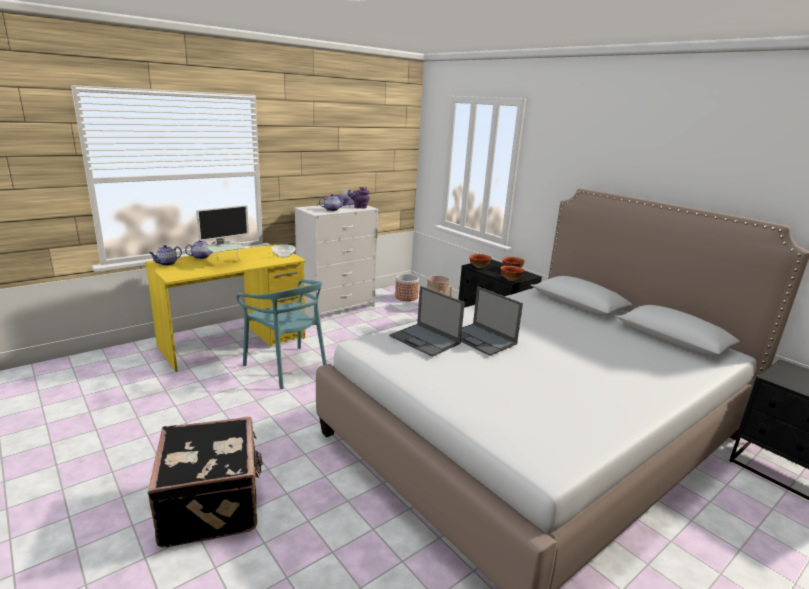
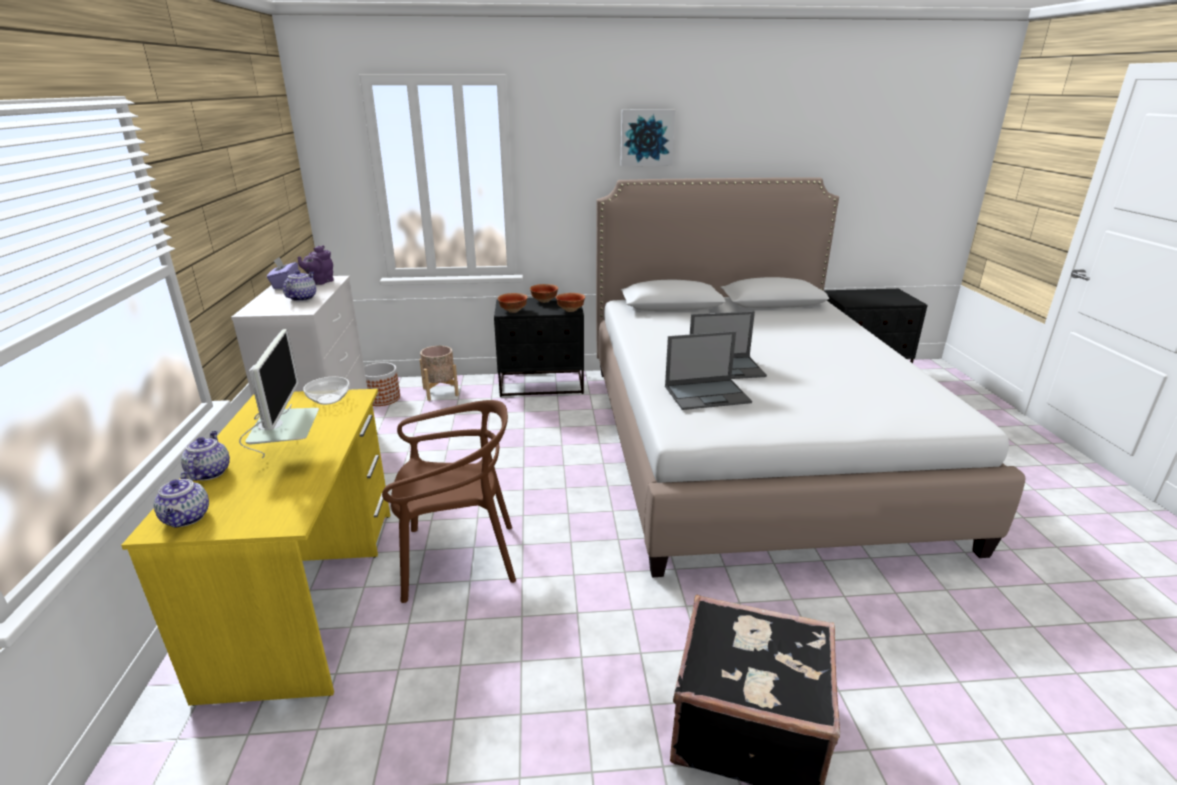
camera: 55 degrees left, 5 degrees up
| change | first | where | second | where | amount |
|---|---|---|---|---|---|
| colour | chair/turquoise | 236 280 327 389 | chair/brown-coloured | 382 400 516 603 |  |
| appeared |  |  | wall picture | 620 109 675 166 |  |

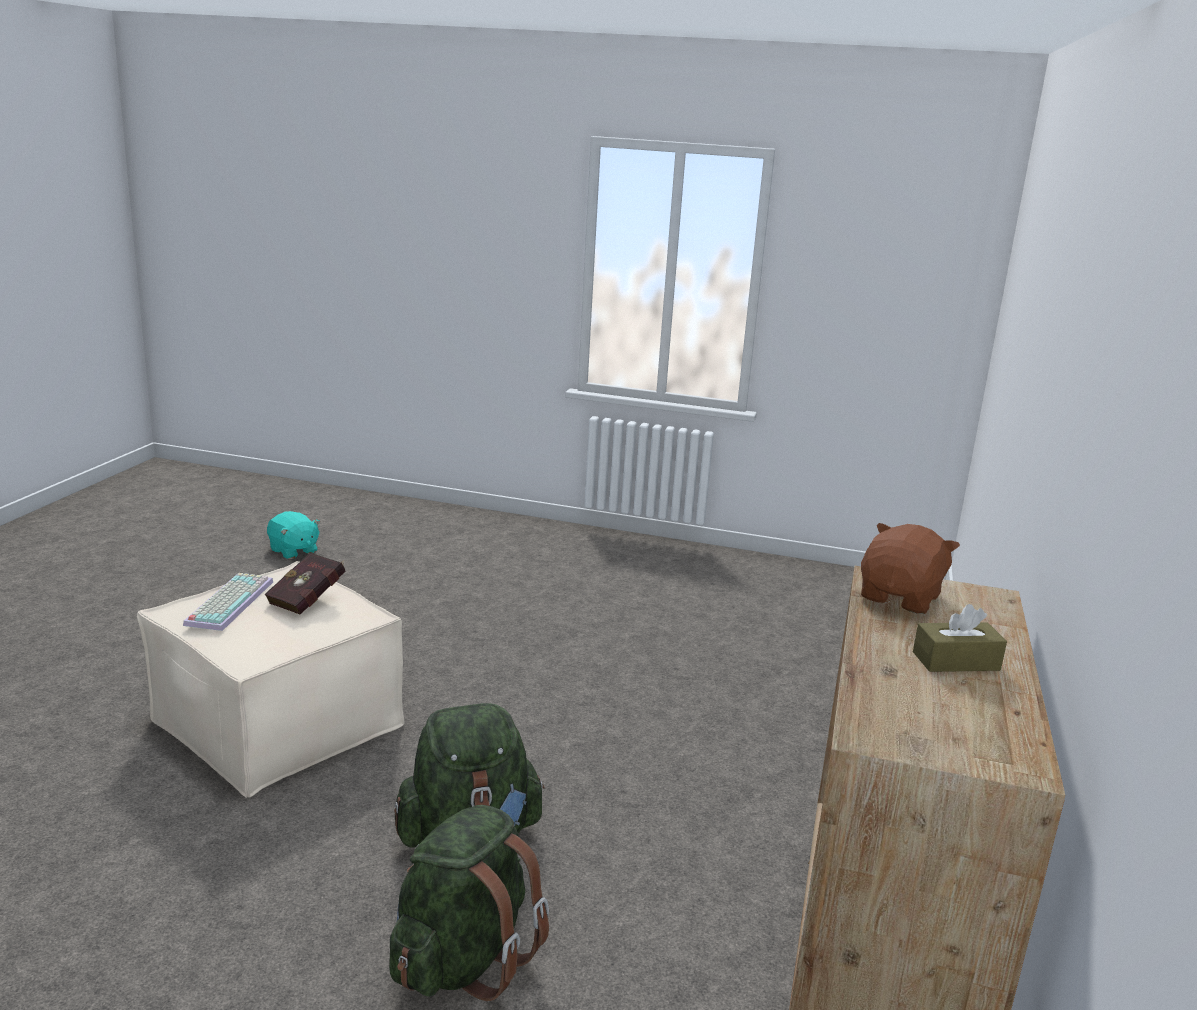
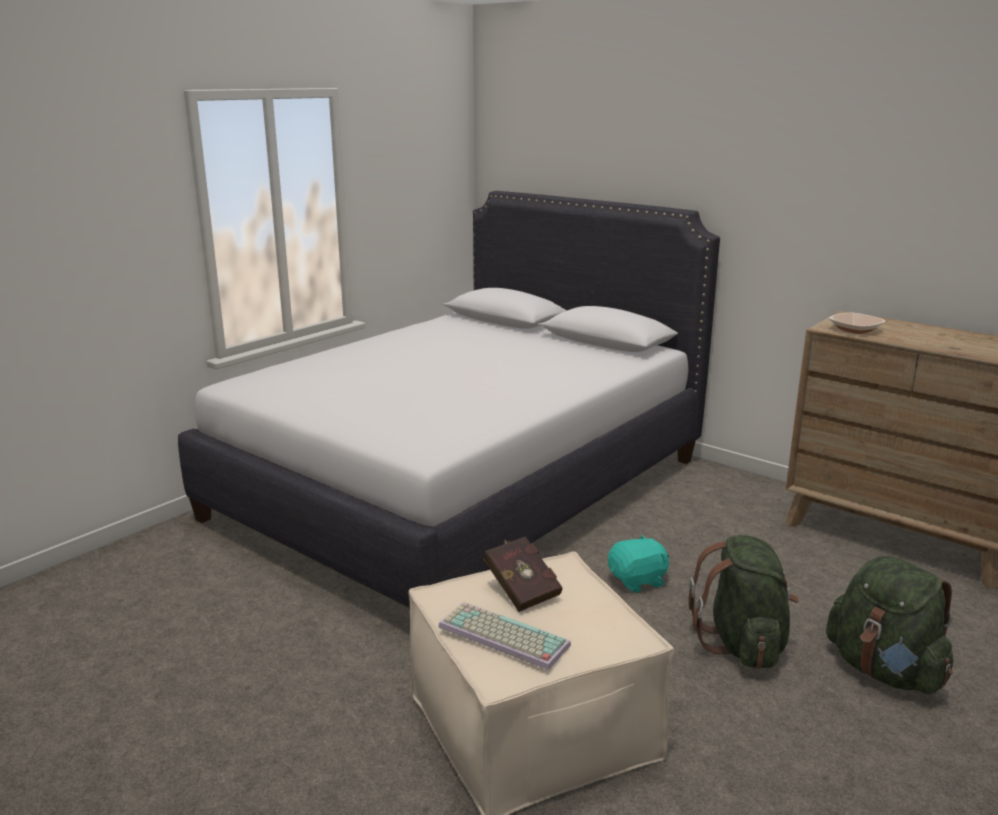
camera: 65 degrees left, 0 degrees up
| change | first | where | second | where | amount |
|---|---|---|---|---|---|
| relocated | cuddly toy/turquoise | 267 511 321 559 |  | 608 535 669 593 |  |
| exchanged | cuddly toy/brown-coloured | 861 523 960 614 | serving bowl | 829 312 885 334 |  |
| missing | box of tissues/brown-coloured | 913 604 1007 672 |  |  |  |
| appeared |  |  | bed/white-coloured | 178 191 720 611 |  |

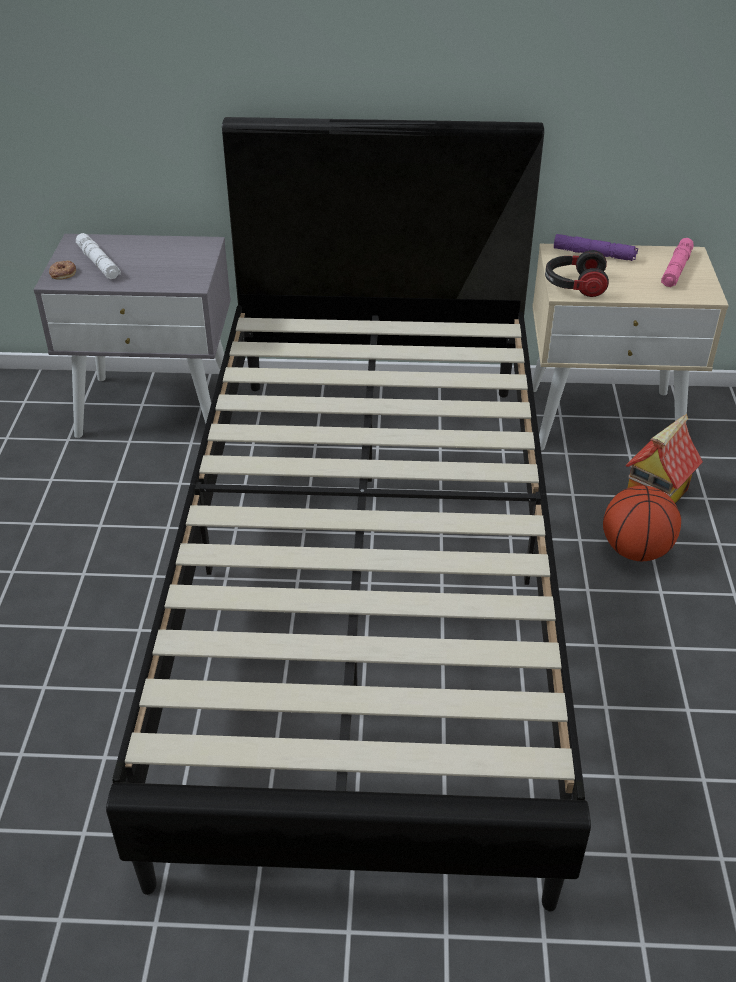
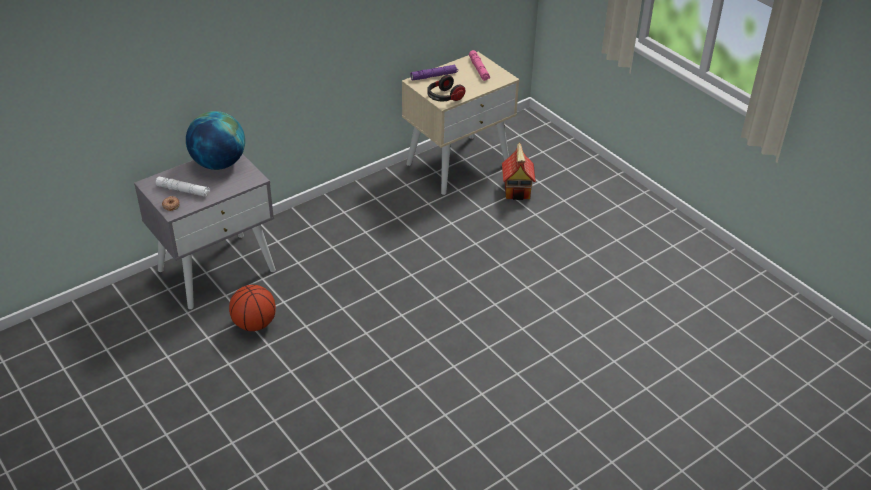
camera: 40 degrees left, 0 degrees up
| change | first | where | second | where | amount |
|---|---|---|---|---|---|
| missing | bed/black-coloured | 106 117 591 912 |  |  |  |
| relocated | basketball ball | 603 485 681 561 |  | 229 285 276 331 |  |
| appeared |  |  | world globe | 186 111 245 170 |  |

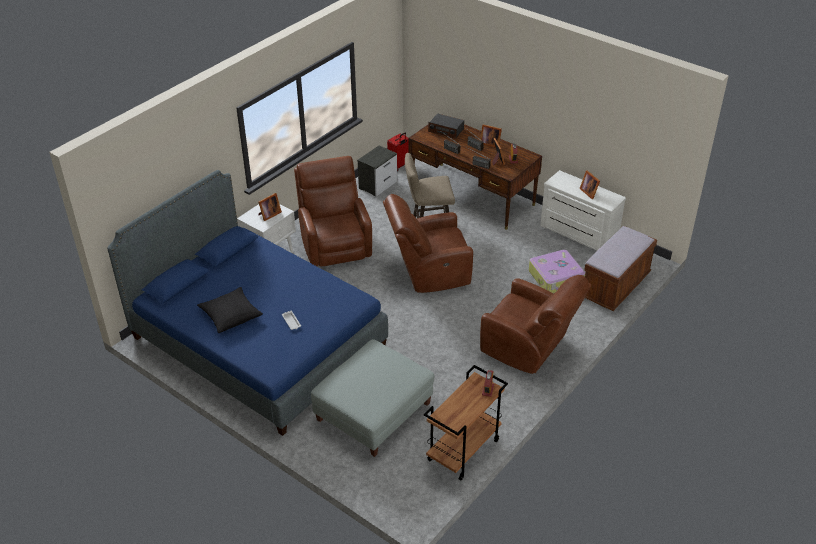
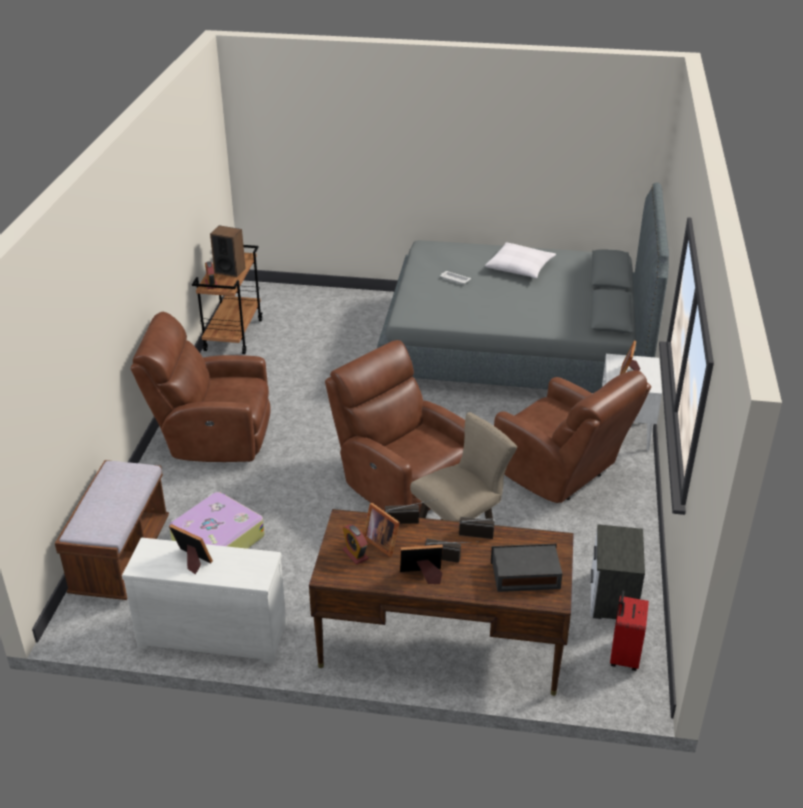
camera: 150 degrees right, 5 degrees down
| change | first | where | second | where | amount |
|---|---|---|---|---|---|
| colour | bed/blue-coloured | 107 170 388 436 | bed/gray | 377 182 669 393 |  |
| colour | pillow/black-coloured | 197 287 263 333 | pillow/white-coloured | 485 242 556 278 |  |
| missing | footrest/gray | 311 339 435 457 |  |  |  |
| spun | armchair/brown-coloured | 383 194 473 293 |  | 325 340 465 513 | 90 degrees counterclockwise |
| appeared |  |  | audio speaker | 210 225 246 277 |  |

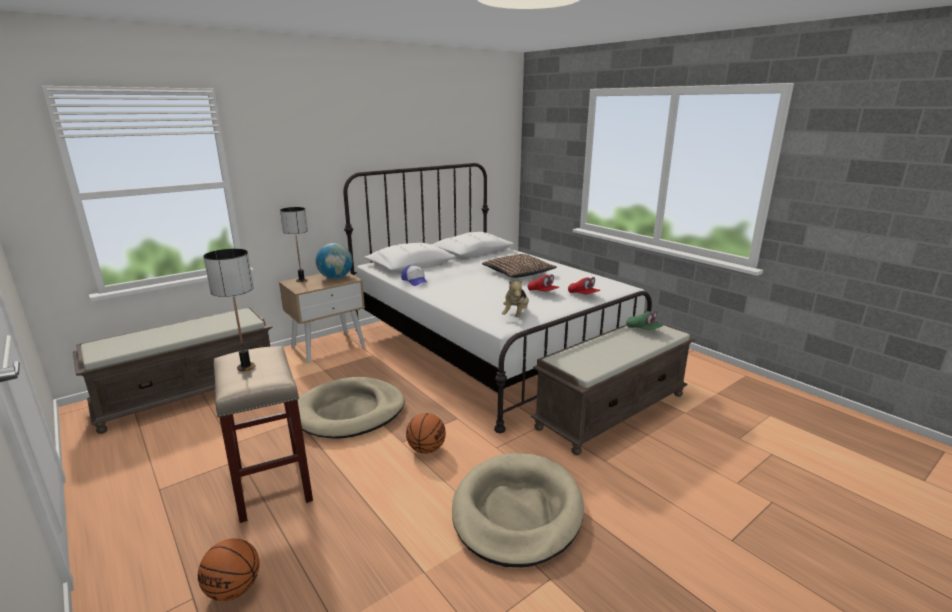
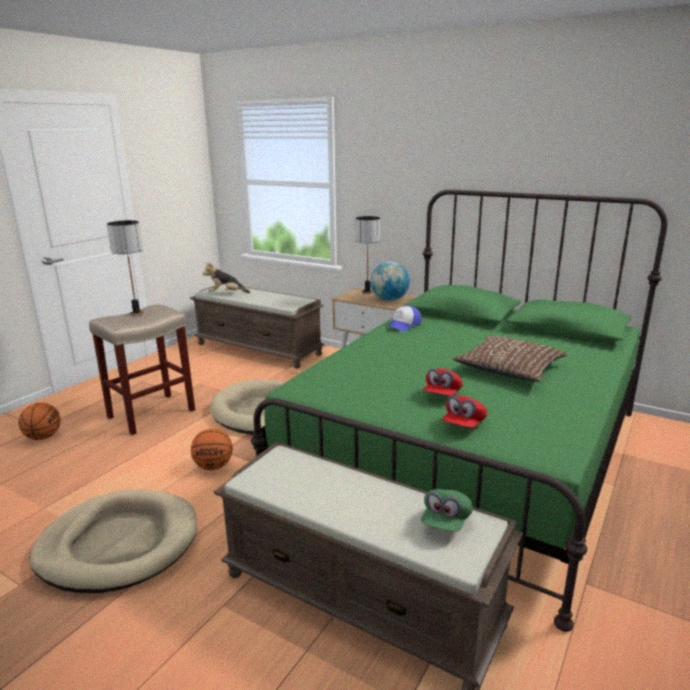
camera: 70 degrees right, 0 degrees up
| change | first | where | second | where | amount |
|---|---|---|---|---|---|
| colour | bed/white-coloured | 343 163 652 433 | bed/greenish | 251 190 668 632 |  |
| relocated | cuddly toy | 502 279 529 317 |  | 203 262 250 293 |  |

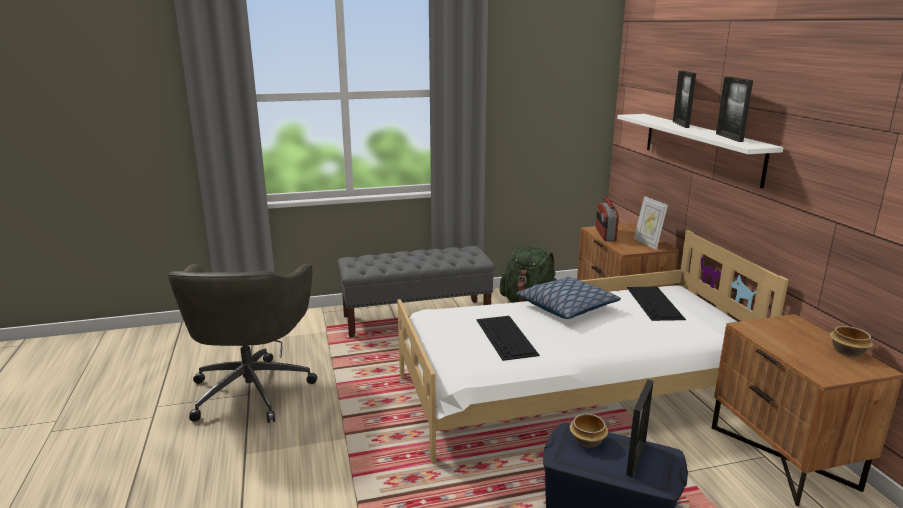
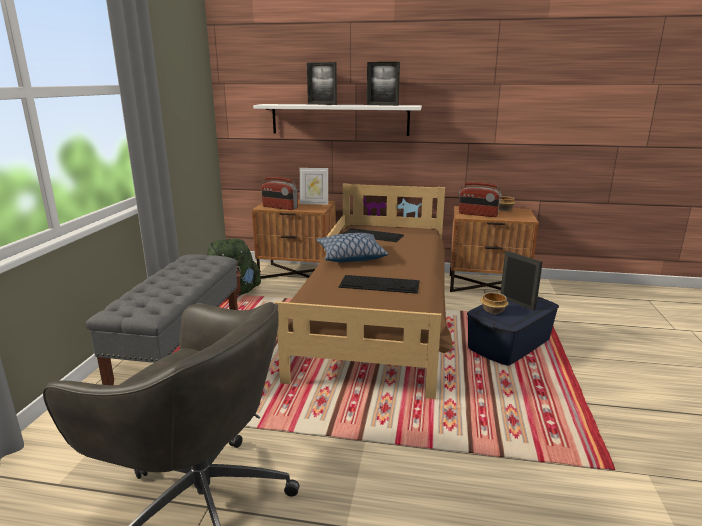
camera: 65 degrees left, 0 degrees up
| change | first | where | second | where | amount |
|---|---|---|---|---|---|
| colour | bed/white-coloured | 397 230 789 464 | bed/brown-coloured | 276 184 453 399 |  |
| appeared |  |  | radio set | 459 182 502 217 |  |

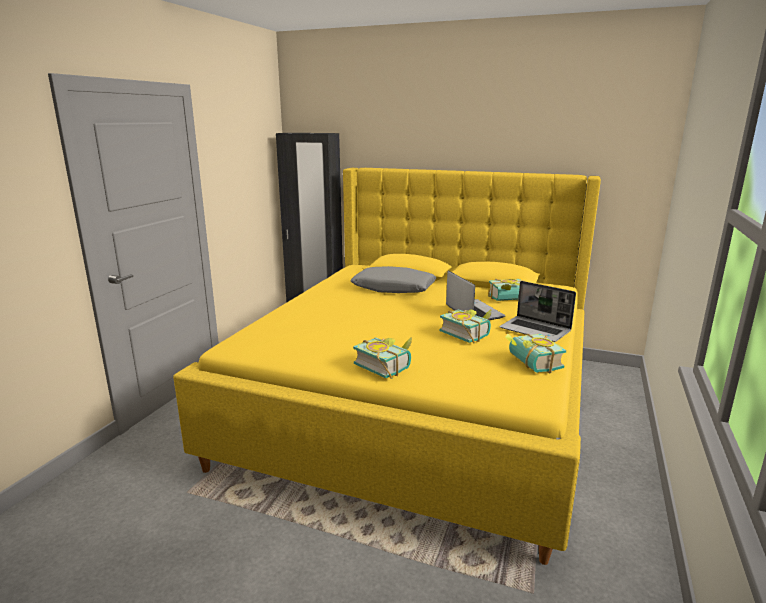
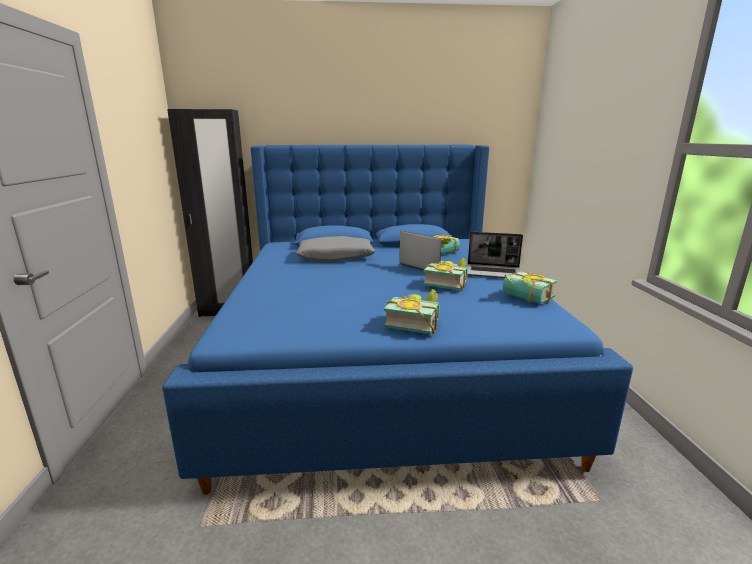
camera: 25 degrees left, 0 degrees up
| change | first | where | second | where | amount |
|---|---|---|---|---|---|
| colour | bed/yellow | 173 168 601 565 | bed/blue-coloured | 162 145 633 495 |  |

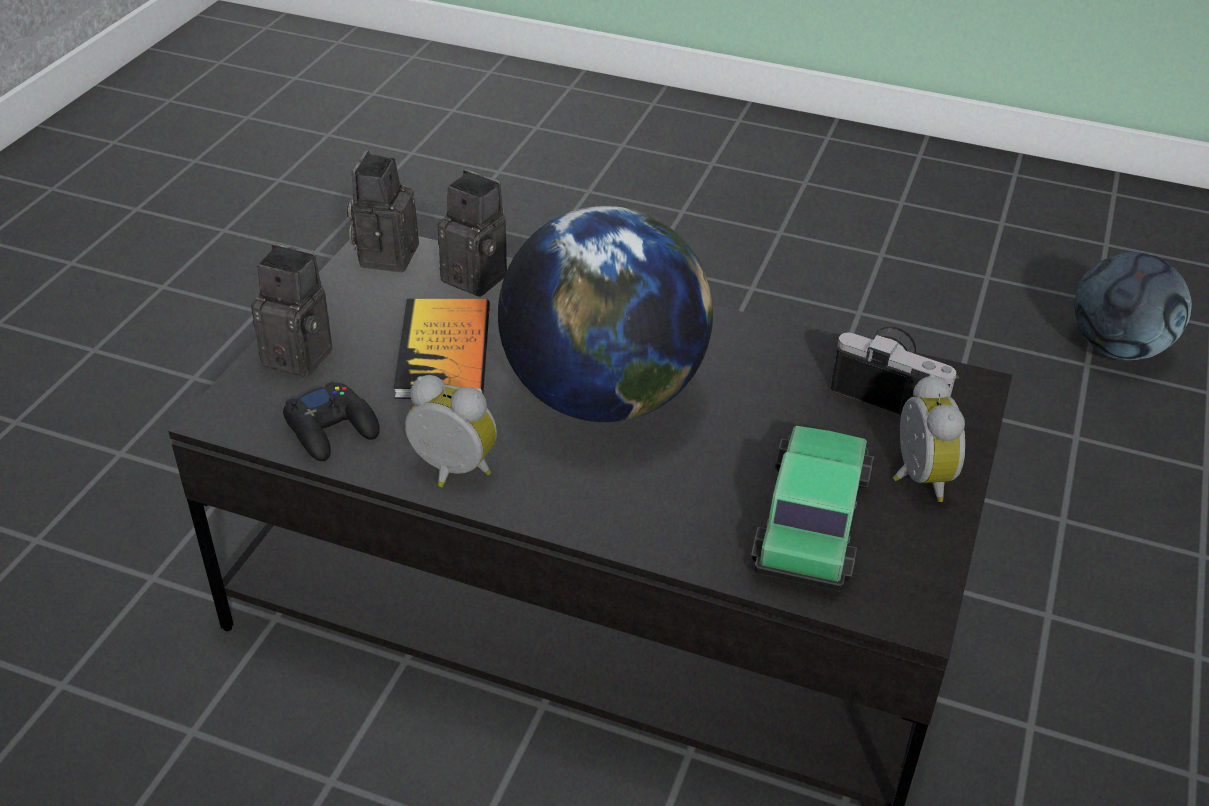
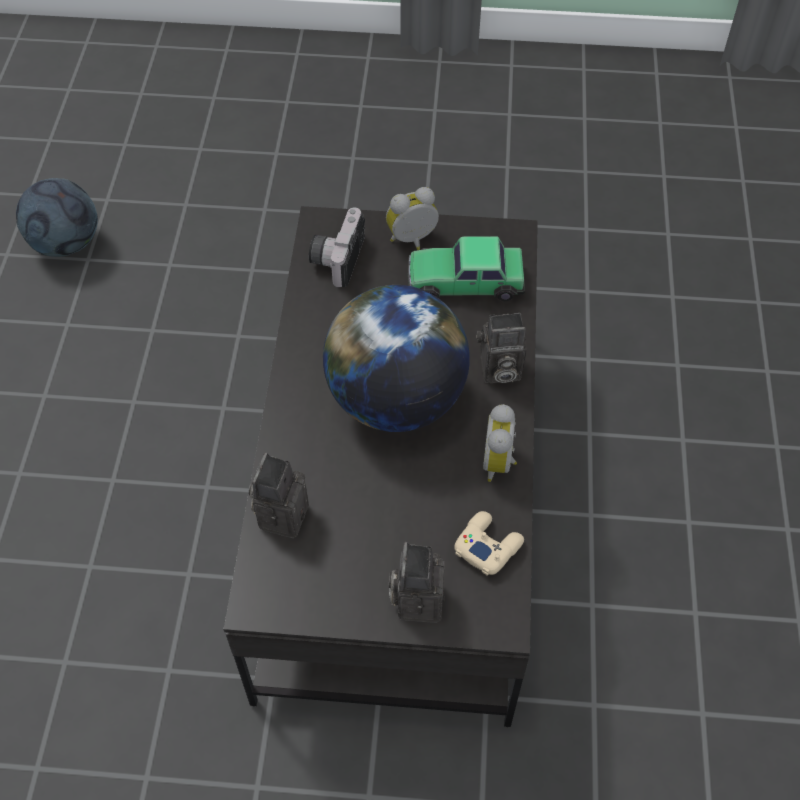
camera: 105 degrees left, 15 degrees up
| change | first | where | second | where | amount |
|---|---|---|---|---|---|
| colour | gamepad/black-coloured | 283 381 380 461 | gamepad/beige | 454 511 524 575 |  |
| relocated | photo camera | 347 150 419 273 |  | 477 313 527 383 |  |
| missing | bound book | 394 299 490 399 |  |  |  |

